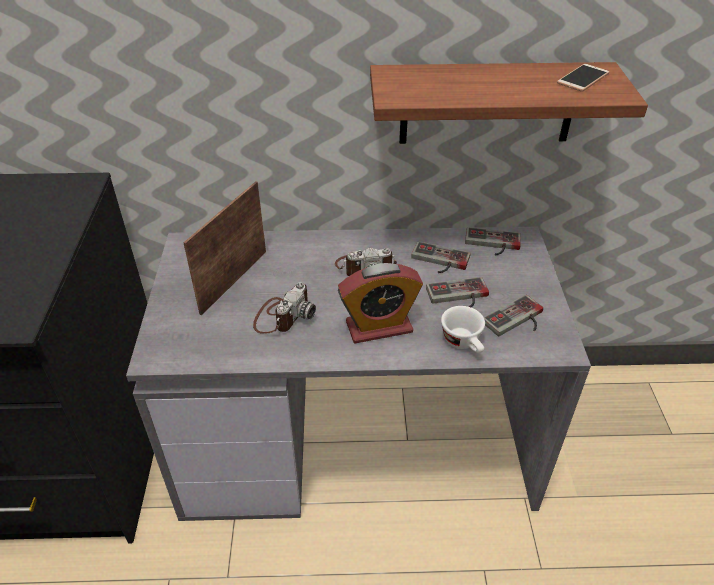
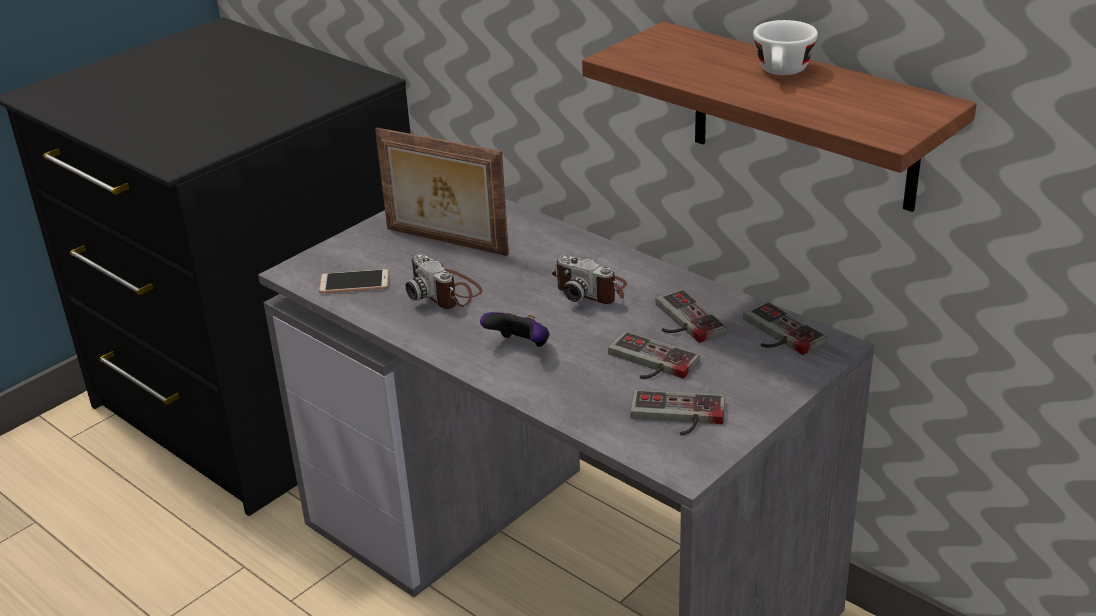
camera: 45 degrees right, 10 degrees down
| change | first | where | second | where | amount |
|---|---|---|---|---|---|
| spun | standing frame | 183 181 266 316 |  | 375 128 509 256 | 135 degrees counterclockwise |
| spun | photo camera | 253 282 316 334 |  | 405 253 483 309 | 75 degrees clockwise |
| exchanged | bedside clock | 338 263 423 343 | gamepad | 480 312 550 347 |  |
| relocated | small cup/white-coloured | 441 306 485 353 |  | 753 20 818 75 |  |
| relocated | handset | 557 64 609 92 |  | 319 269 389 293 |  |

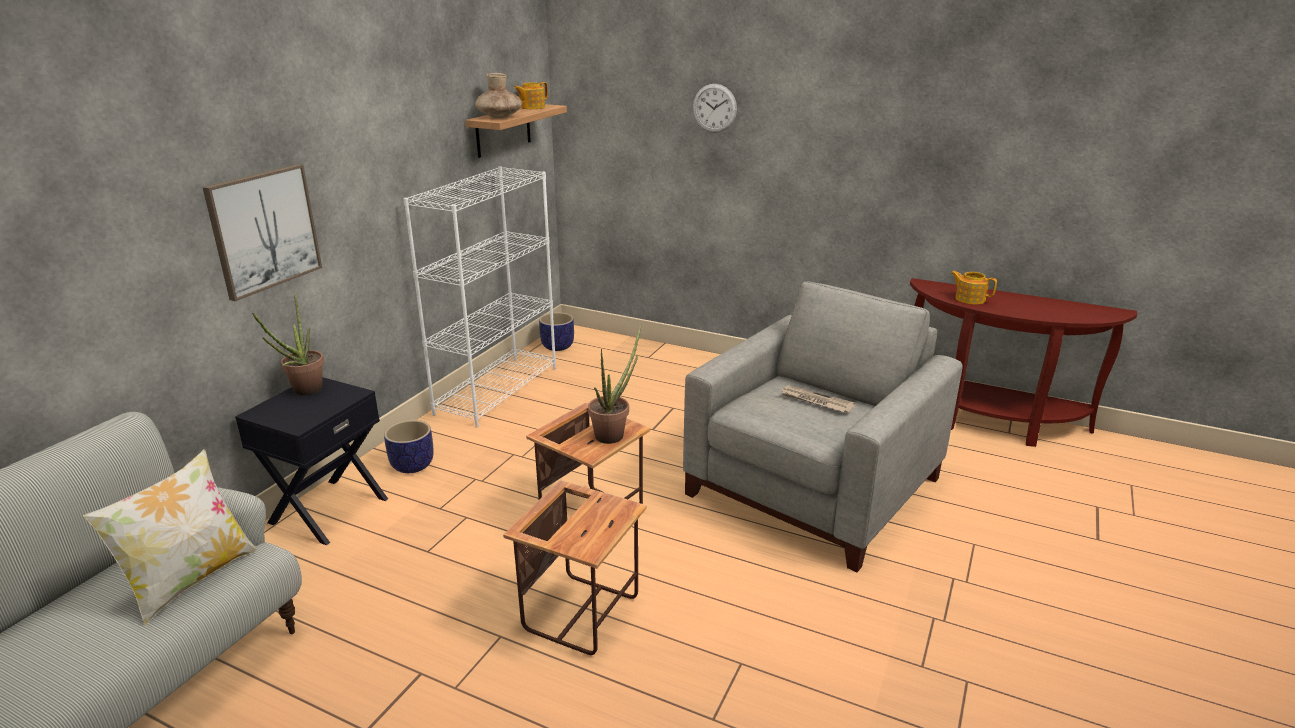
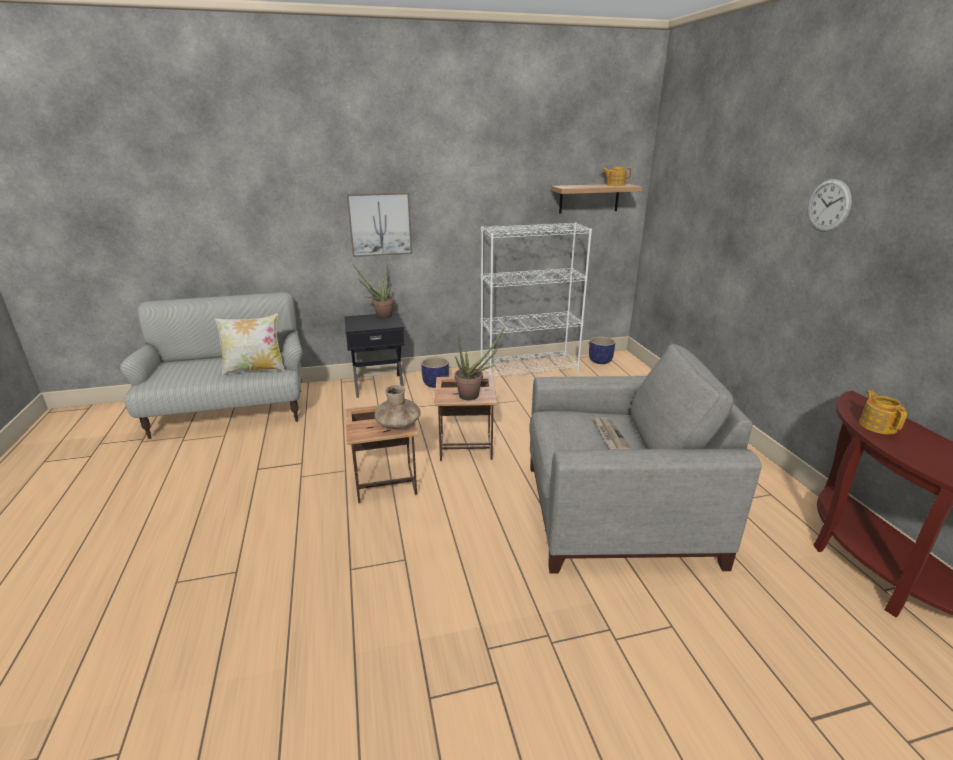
camera: 50 degrees right, 0 degrees up
| change | first | where | second | where | amount |
|---|---|---|---|---|---|
| relocated | decorative vase/brown-coloured | 475 73 522 118 |  | 375 385 421 429 |  |
| relocated | clock on the wall | 693 84 737 133 |  | 807 179 852 232 |  |

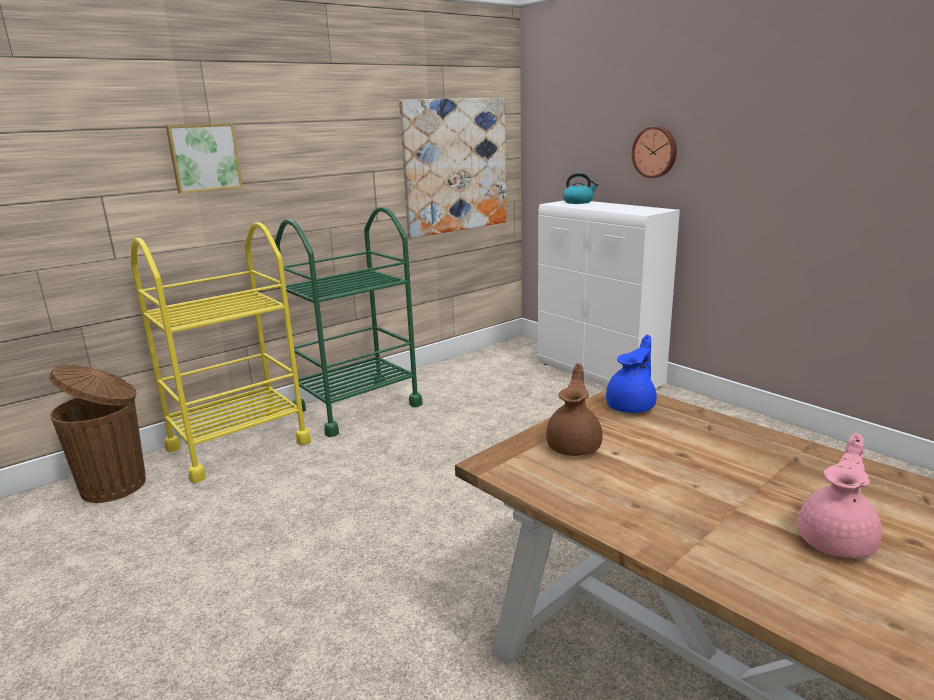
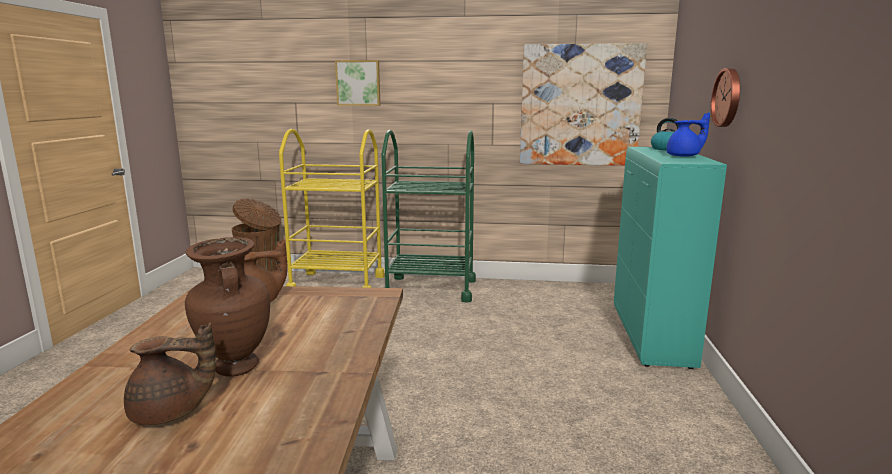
camera: 45 degrees right, 5 degrees down
| change | first | where | second | where | amount |
|---|---|---|---|---|---|
| colour | storage cabinet/white-coloured | 538 200 680 389 | storage cabinet/turquoise | 614 147 727 369 |  |
| relocated | tea pot/blue-coloured | 606 335 657 413 |  | 666 112 710 157 |  |
| colour | tea pot/pink | 798 433 882 558 | tea pot/brown-coloured | 124 323 216 425 |  |
| appeared |  |  | decorative vase/brown-coloured | 185 237 270 377 |  |

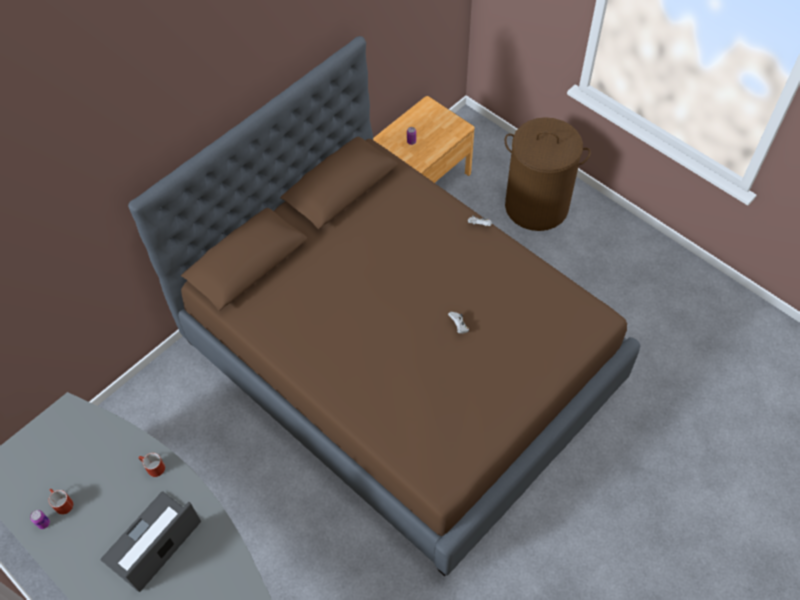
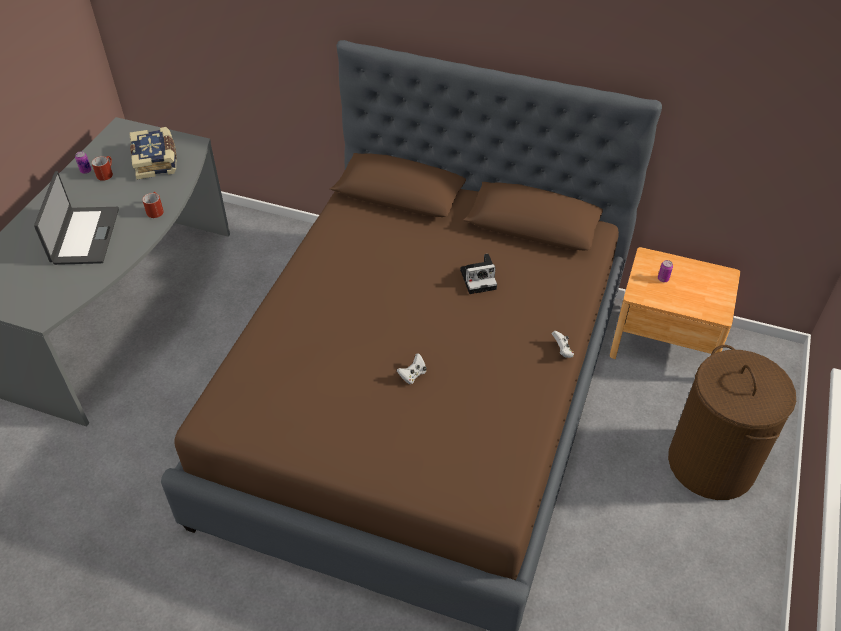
camera: 65 degrees right, 10 degrees down
| change | first | where | second | where | amount |
|---|---|---|---|---|---|
| spun | laptop | 100 491 201 592 |  | 34 171 119 265 | 75 degrees clockwise |
| appeared |  |  | bound book | 129 127 177 180 |  |
| appeared |  |  | photo camera | 460 254 497 294 |  |

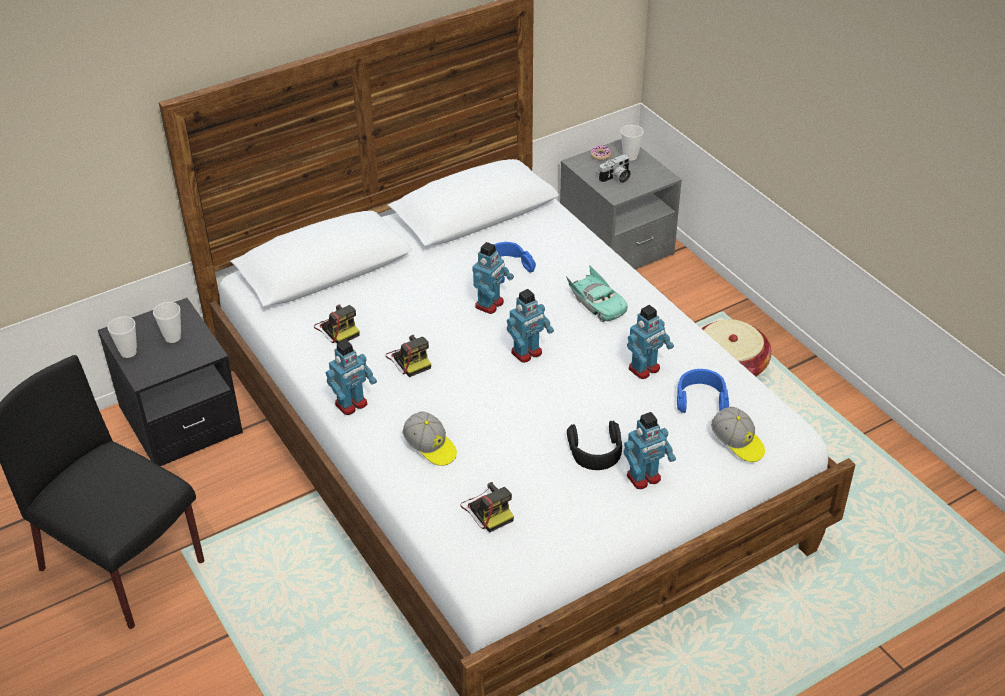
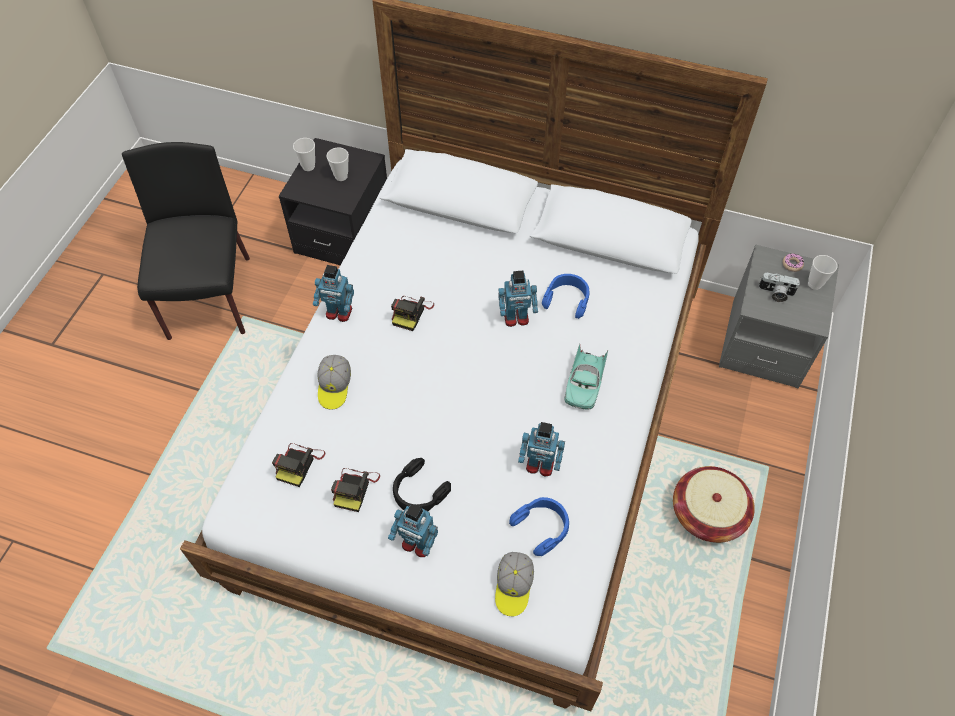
camera: 50 degrees right, 15 degrees up
| change | first | where | second | where | amount |
|---|---|---|---|---|---|
| relocated | photo camera | 314 304 359 344 |  | 331 468 380 512 |  |
| missing | toy robot | 507 289 554 363 |  |  |  |

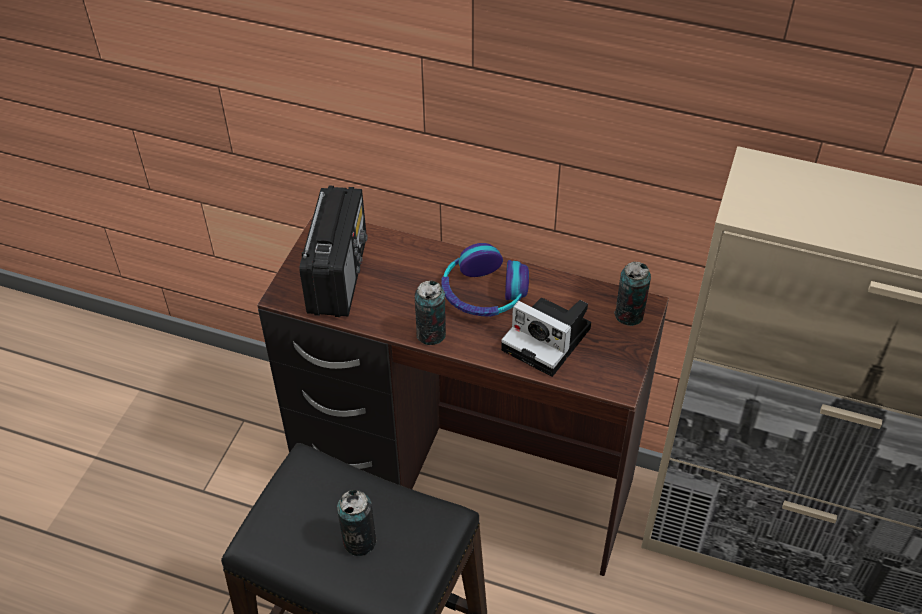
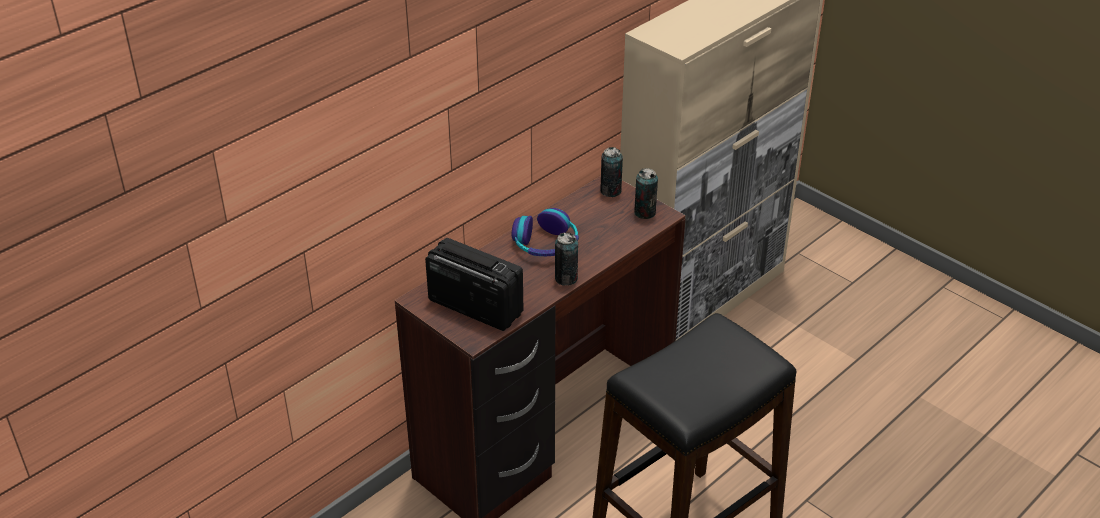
camera: 65 degrees left, 10 degrees down
| change | first | where | second | where | amount |
|---|---|---|---|---|---|
| relocated | metal can | 337 490 376 556 |  | 634 168 658 219 |  |
| missing | photo camera | 501 298 591 377 |  |  |  |

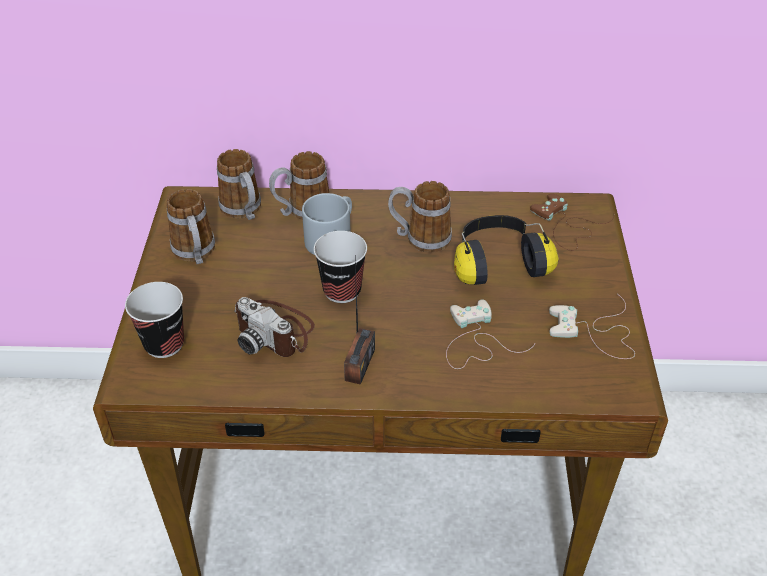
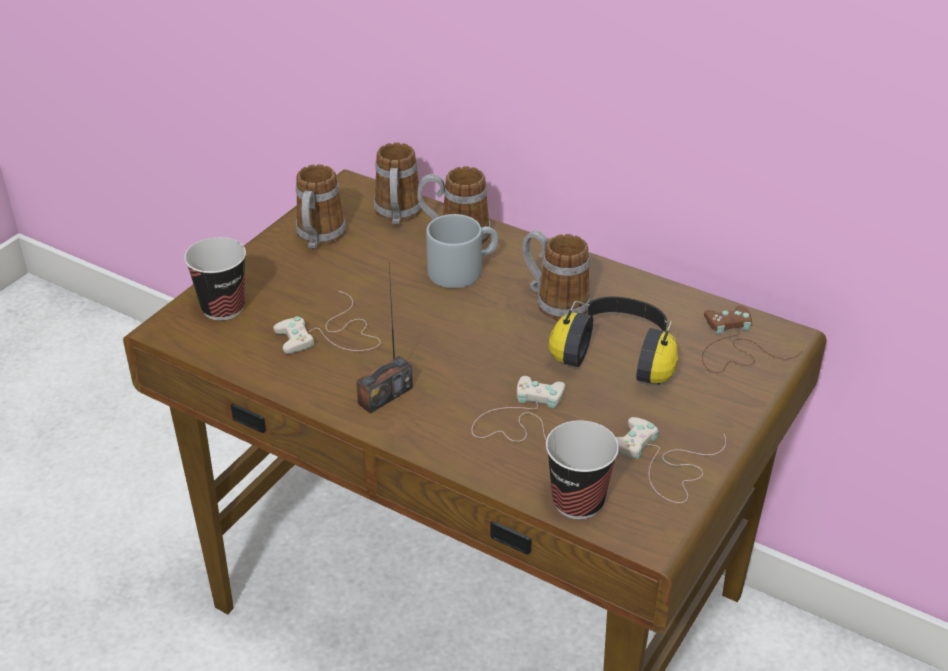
camera: 30 degrees right, 5 degrees down
| change | first | where | second | where | amount |
|---|---|---|---|---|---|
| exchanged | photo camera | 234 297 315 357 | gamepad/white-coloured | 273 291 381 354 |  |
| relocated | small cup | 314 231 367 303 |  | 546 420 619 519 |  |

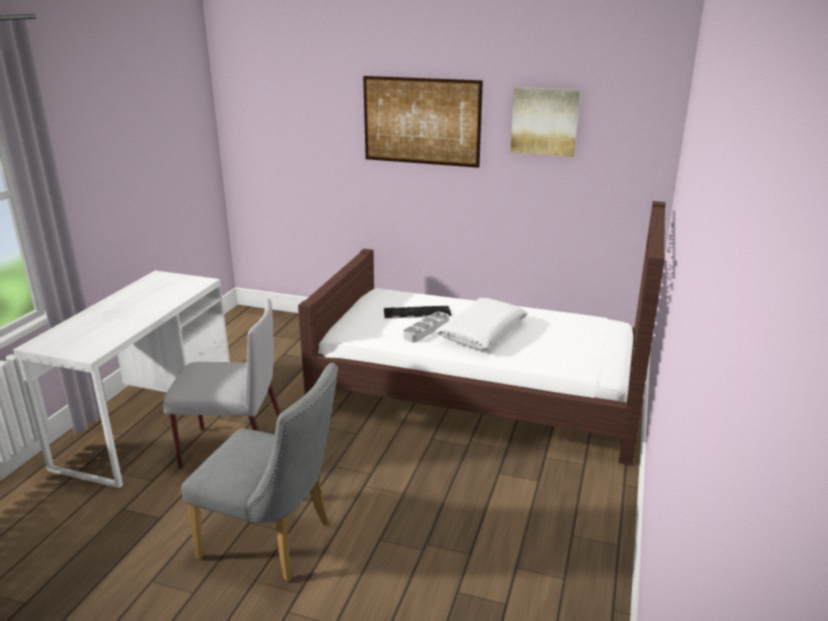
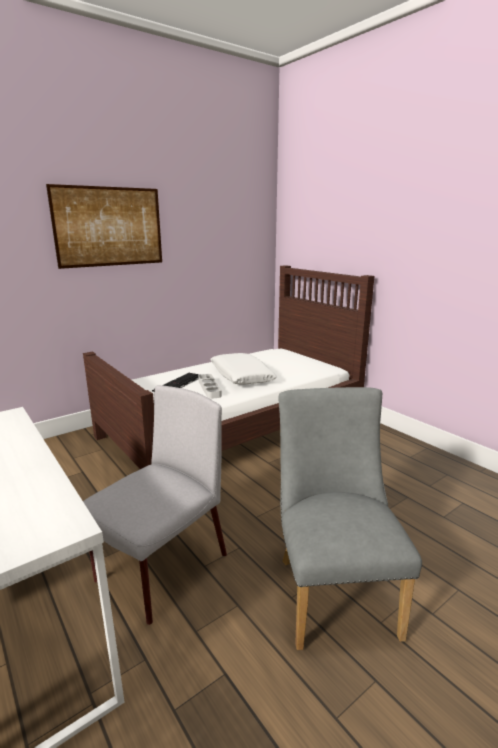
camera: 55 degrees left, 5 degrees down
| change | first | where | second | where | amount |
|---|---|---|---|---|---|
| spun | chair/gray | 181 363 338 581 |  | 279 387 422 650 | 60 degrees counterclockwise |
| missing | wall picture | 510 87 580 157 |  |  |  |

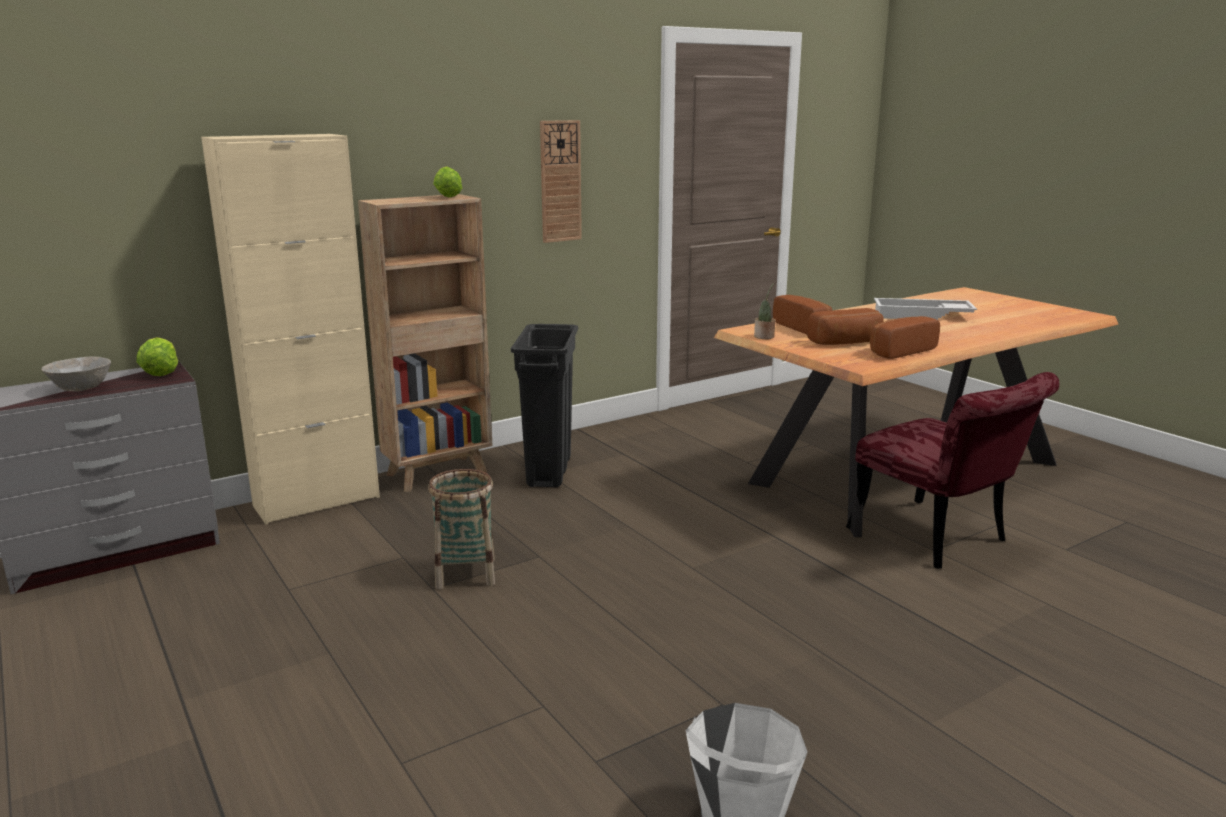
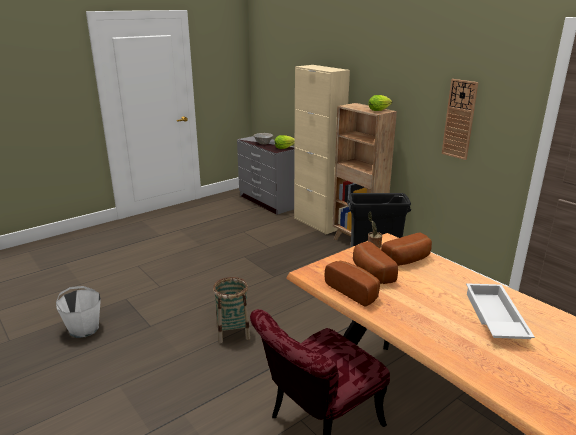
camera: 85 degrees right, 5 degrees up
| change | first | where | second | where | amount |
|---|---|---|---|---|---|
| relocated | storage basket | 428 469 495 589 |  | 213 277 250 344 |  |

